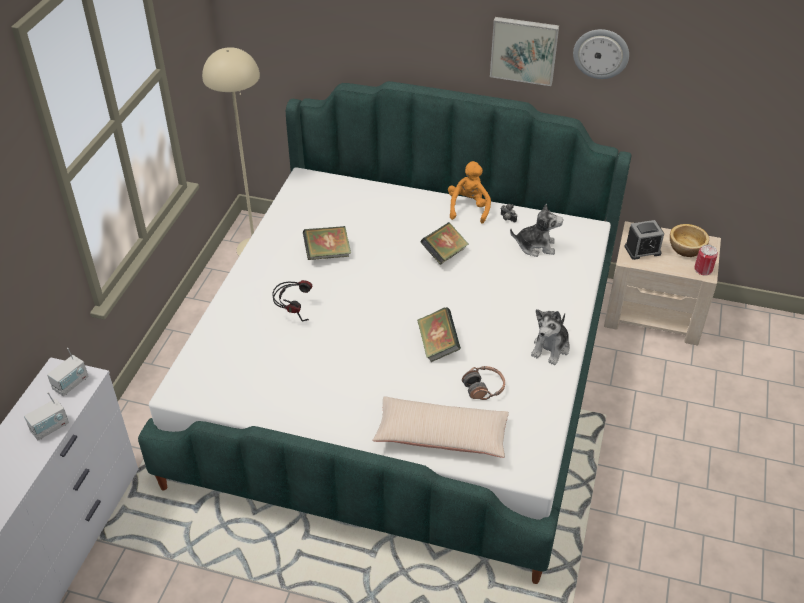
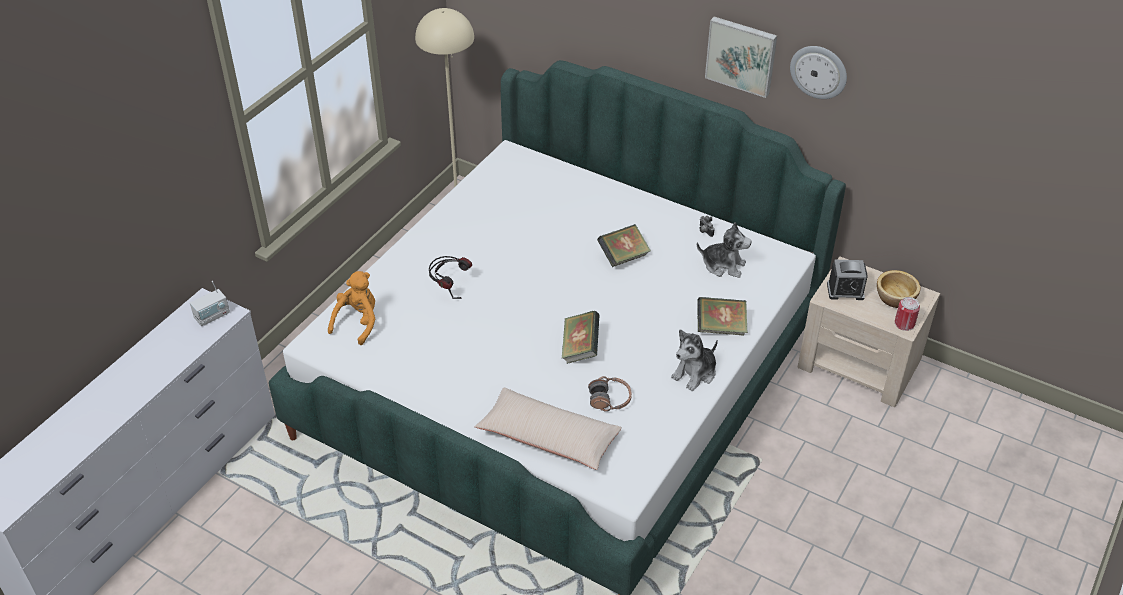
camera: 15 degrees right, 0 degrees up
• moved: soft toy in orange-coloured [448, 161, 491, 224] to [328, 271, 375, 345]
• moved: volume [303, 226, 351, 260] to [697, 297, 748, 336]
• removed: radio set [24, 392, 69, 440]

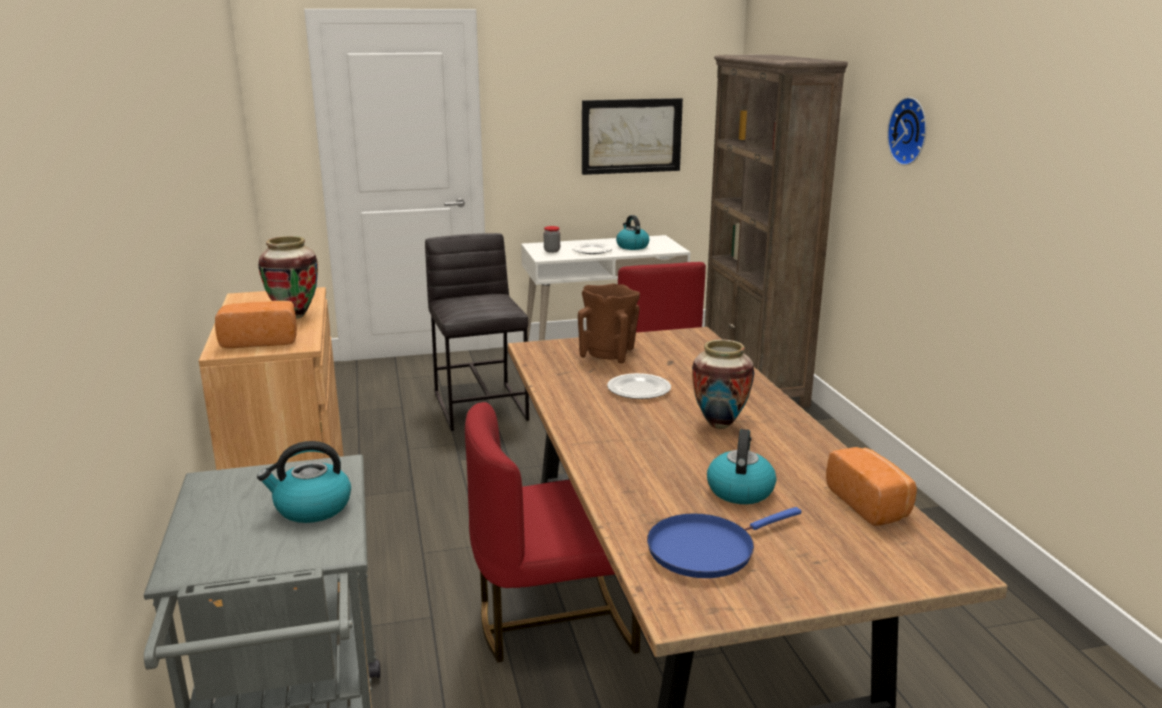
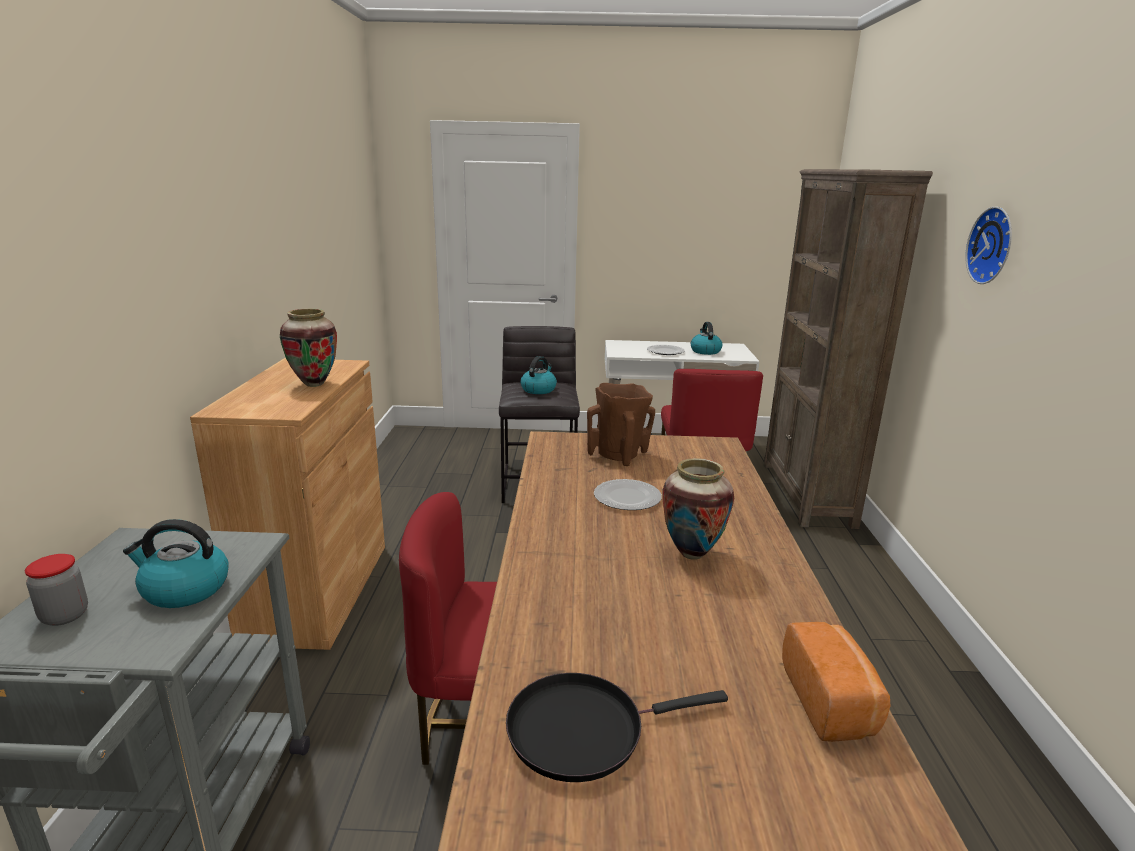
camera: 15 degrees right, 0 degrees up
• moved: storage jar [544, 226, 560, 253] to [25, 554, 88, 626]
• recoloured: skillet in blue-coloured [647, 507, 801, 578] to skillet in blackish [506, 673, 728, 782]
• moved: water kettle [707, 429, 776, 504] to [520, 356, 557, 394]
• removed: bread [215, 301, 297, 348]
• removed: wall picture [582, 98, 683, 175]

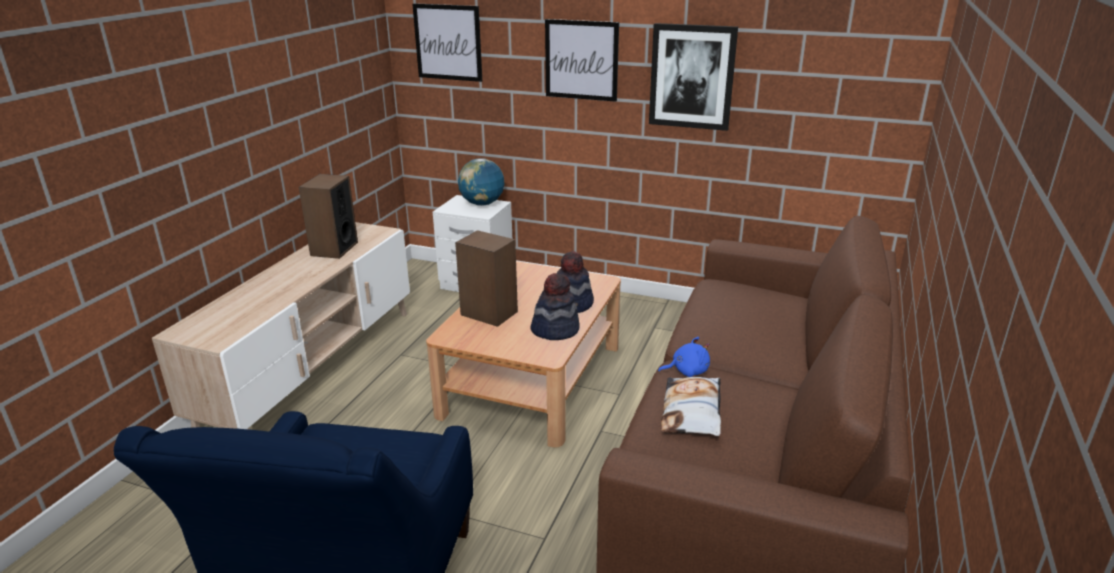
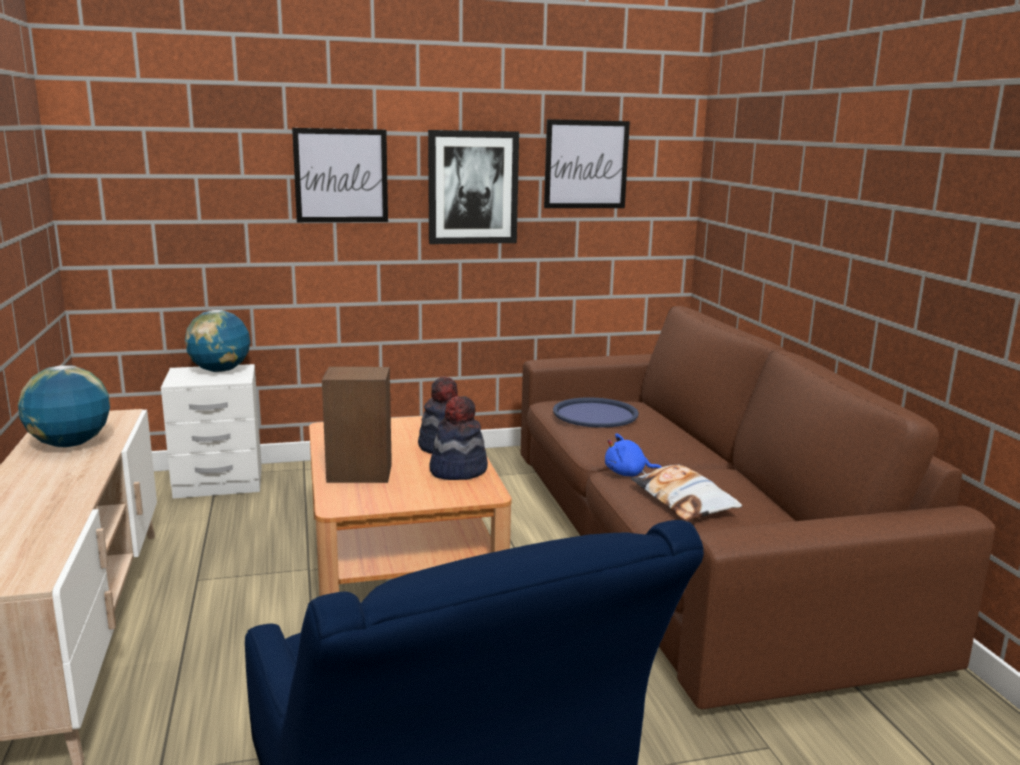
camera: 35 degrees left, 10 degrees down
• replaced: loudspeaker [299, 174, 358, 259] to desk globe [18, 365, 110, 447]
• moved: wall picture [413, 3, 482, 82] to [544, 119, 630, 208]
• added: carrying tray in blue-coloured [553, 397, 639, 428]
• turned: soft toy in blue-coloured [658, 337, 710, 377] = [605, 433, 661, 476] 135 degrees counterclockwise

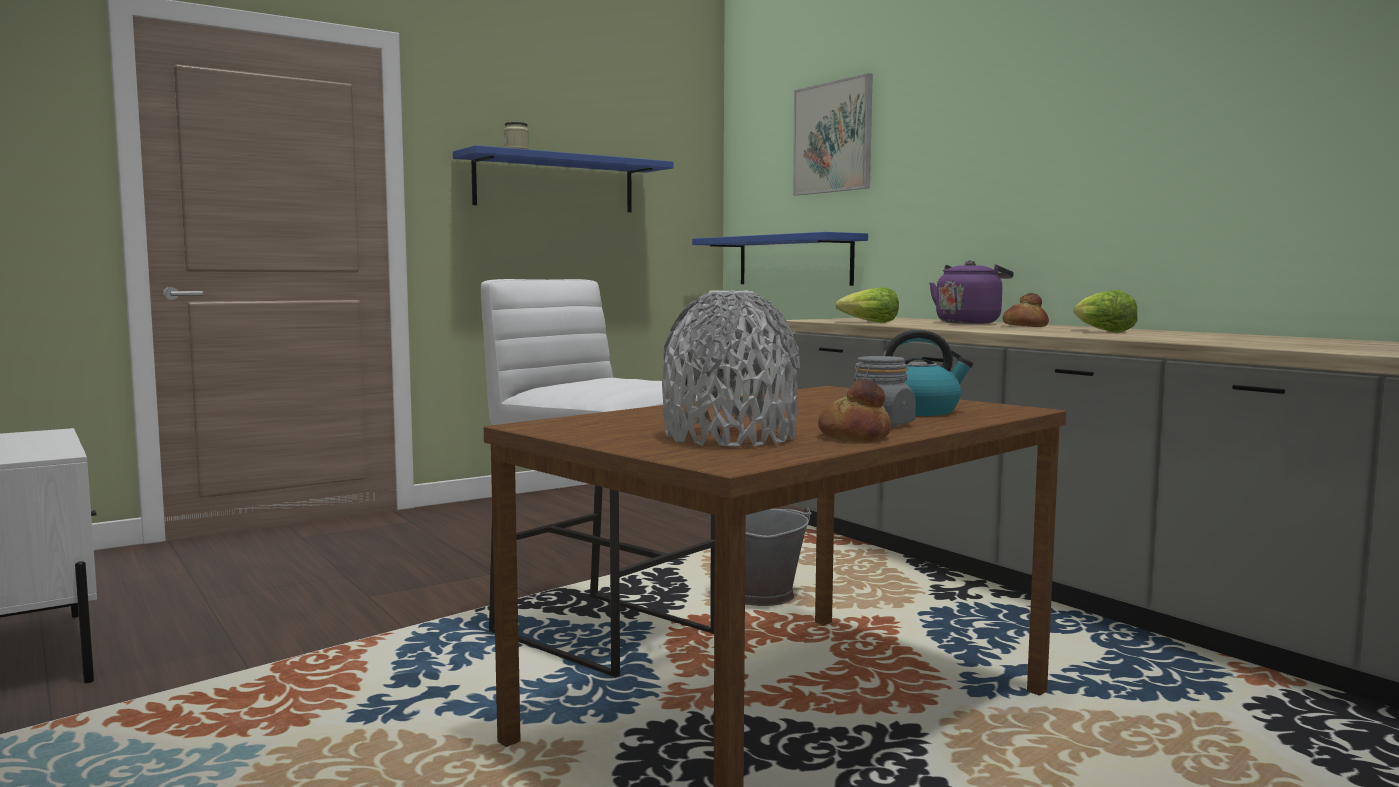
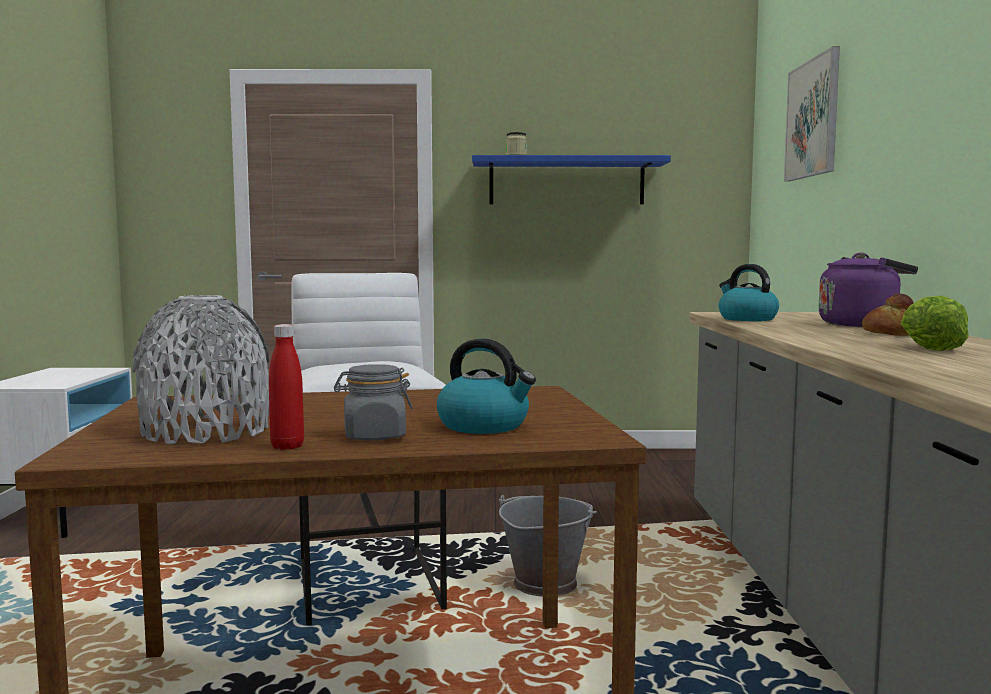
camera: 35 degrees right, 0 degrees up
• replaced: bread [818, 379, 891, 442] to drink bottle in red [269, 324, 304, 450]
• replaced: lettuce head [836, 287, 899, 323] to water kettle [719, 264, 779, 321]
• removed: bracket shelf in blue-coloured [692, 232, 868, 286]

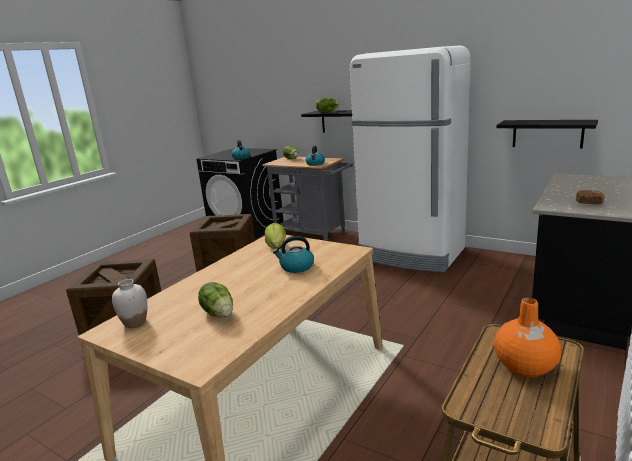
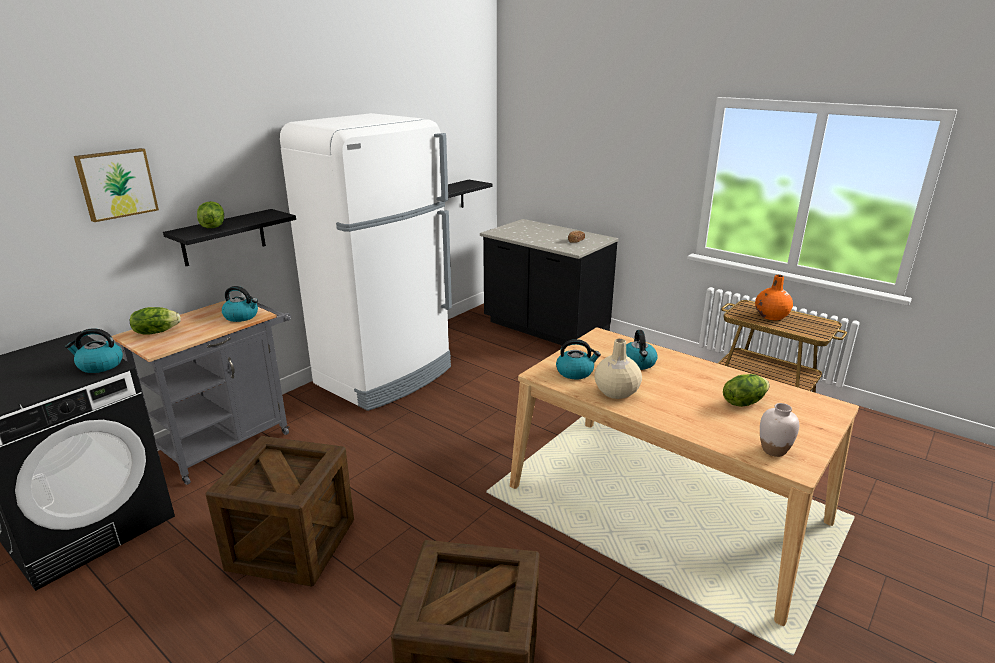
camera: 85 degrees left, 5 degrees up
• added: wall picture [74, 148, 159, 222]
• replaced: lettuce head [265, 223, 286, 249] to water kettle [556, 339, 601, 379]
• added: flower vase in beige-coloured [595, 339, 642, 399]

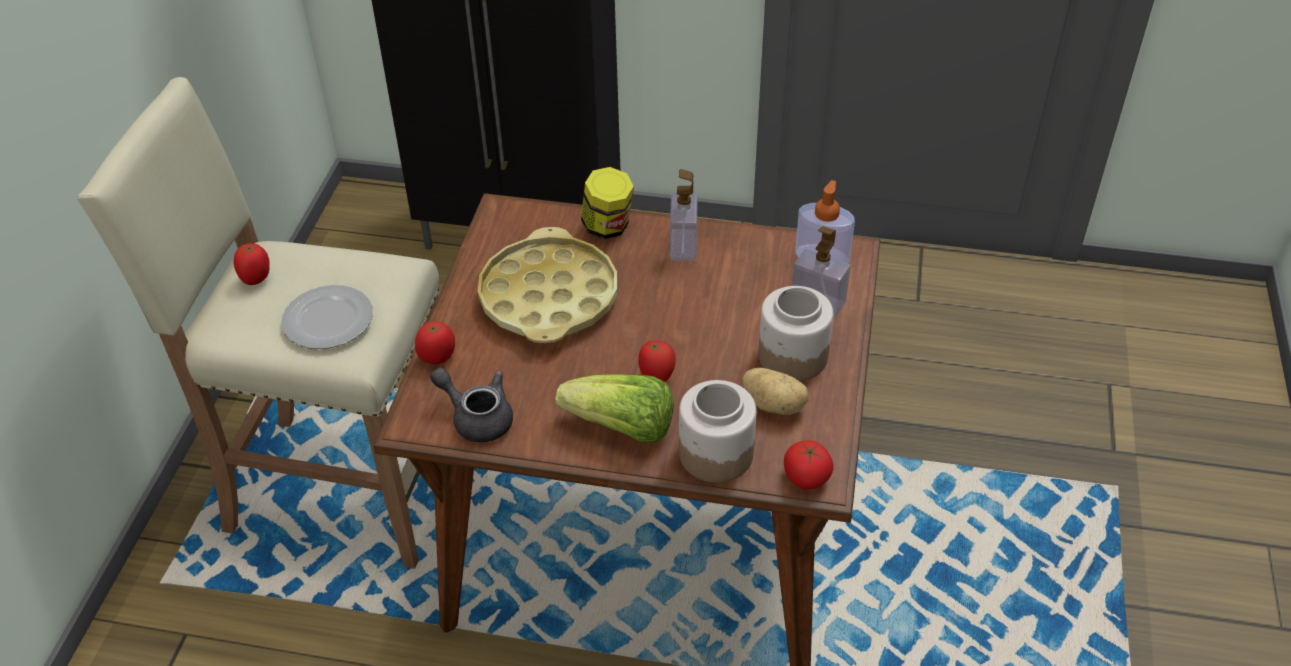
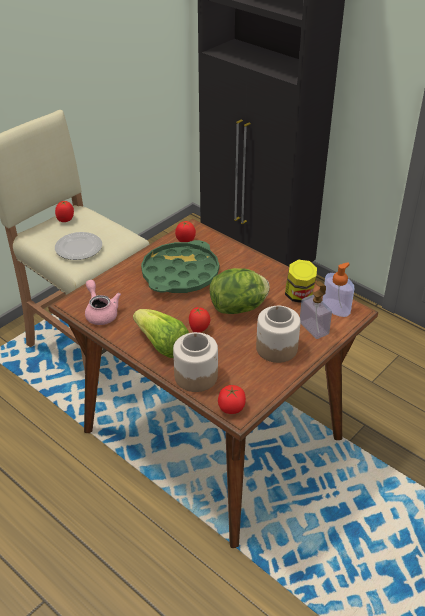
camera: 30 degrees right, 5 degrees down
• recoloured: tea pot in grey [430, 367, 513, 442] to tea pot in pink [85, 280, 121, 325]
• recoloured: carrying tray in yellowish [478, 227, 617, 343] to carrying tray in green [141, 240, 219, 293]
• moved: fresh tomato [415, 321, 455, 364] to [175, 221, 196, 242]
• added: lettuce head [209, 268, 270, 314]
• moved: storage jar [581, 167, 634, 239] to [285, 259, 317, 303]
• removed: liquid soap bottle [670, 169, 698, 261]
• removed: potato [742, 368, 808, 415]

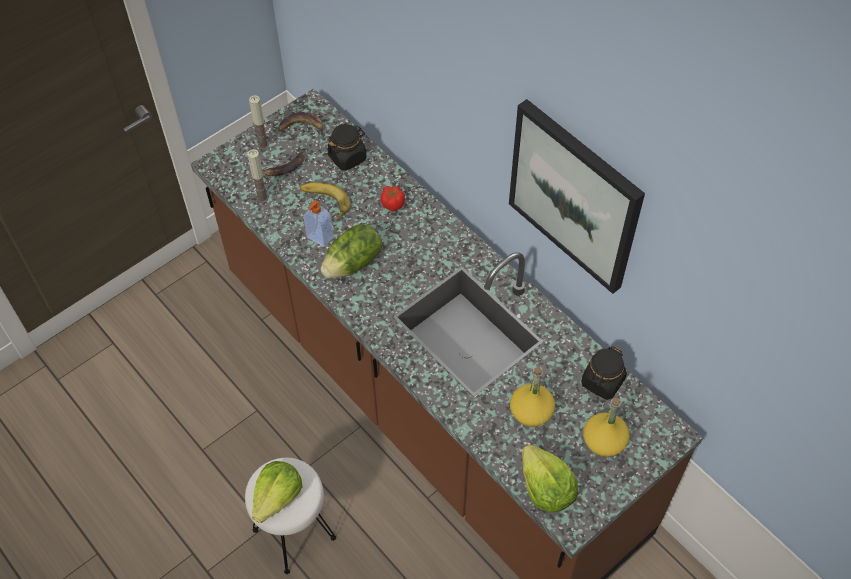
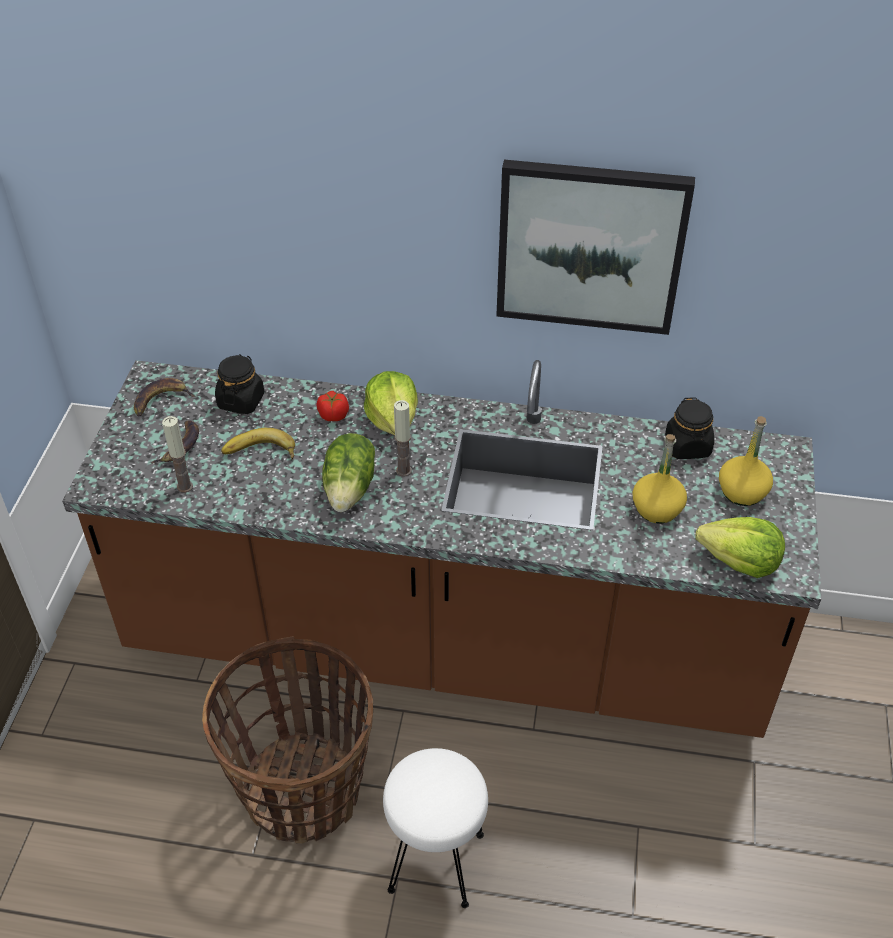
camera: 40 degrees left, 10 degrees down
• added: household basket [202, 636, 373, 844]
• moved: lettuce head [252, 461, 302, 523] to [364, 371, 418, 436]
• moved: wax candle [249, 95, 269, 150] to [394, 400, 412, 477]
• removed: liquid soap bottle [304, 200, 333, 247]

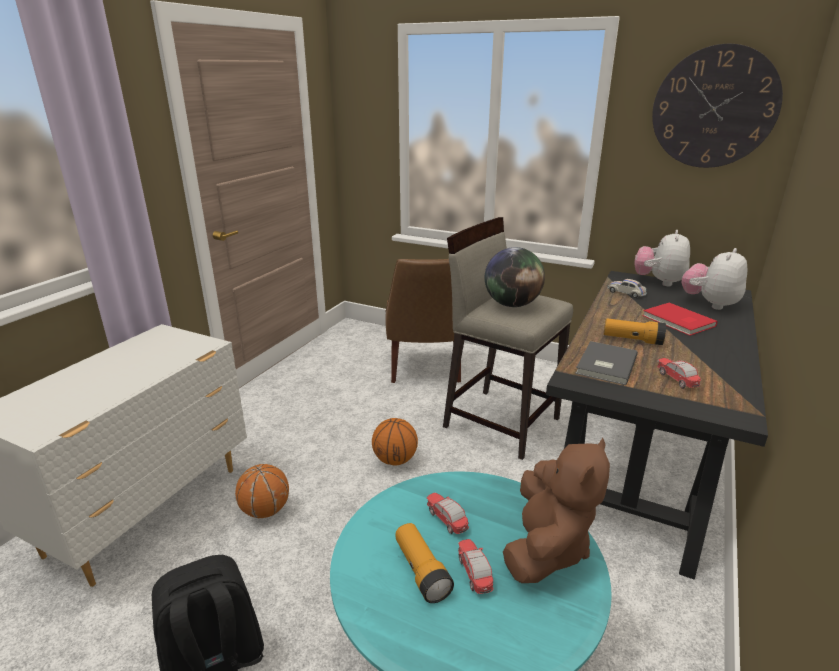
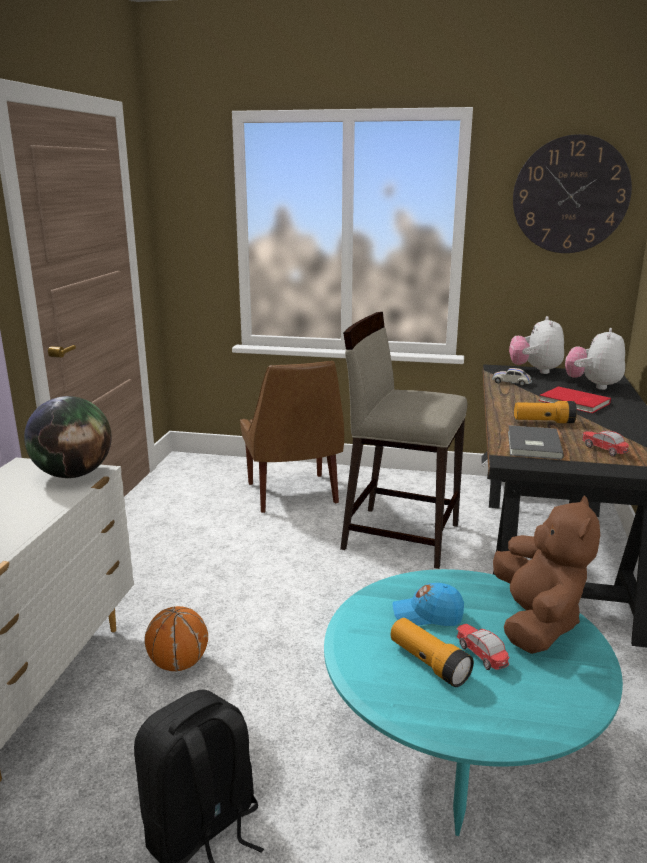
camera: 15 degrees left, 5 degrees down
• moved: desk globe [485, 247, 545, 307] to [24, 396, 112, 478]
• replaced: miniature car [426, 493, 469, 534] to cap in blue-coloured [393, 583, 464, 626]
• removed: basketball ball [372, 418, 418, 465]

